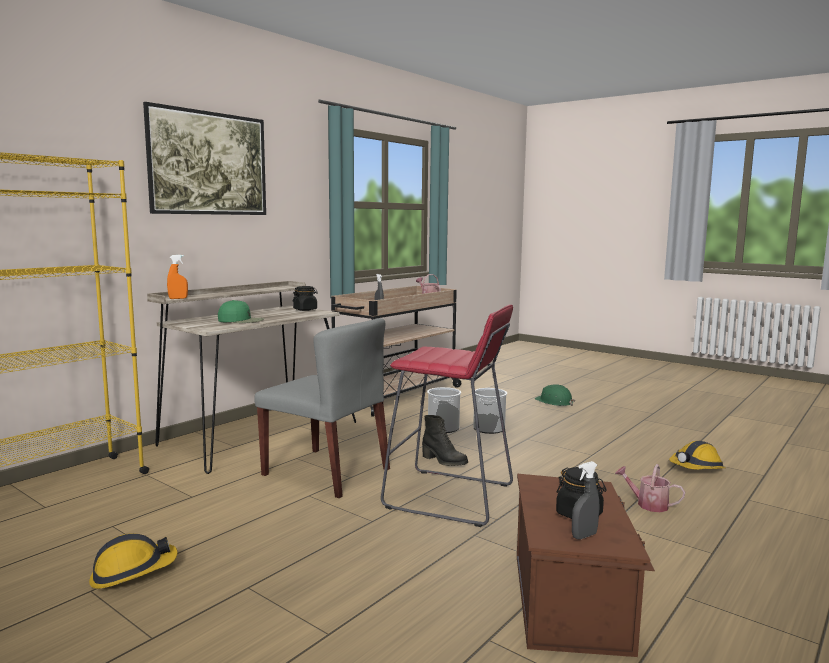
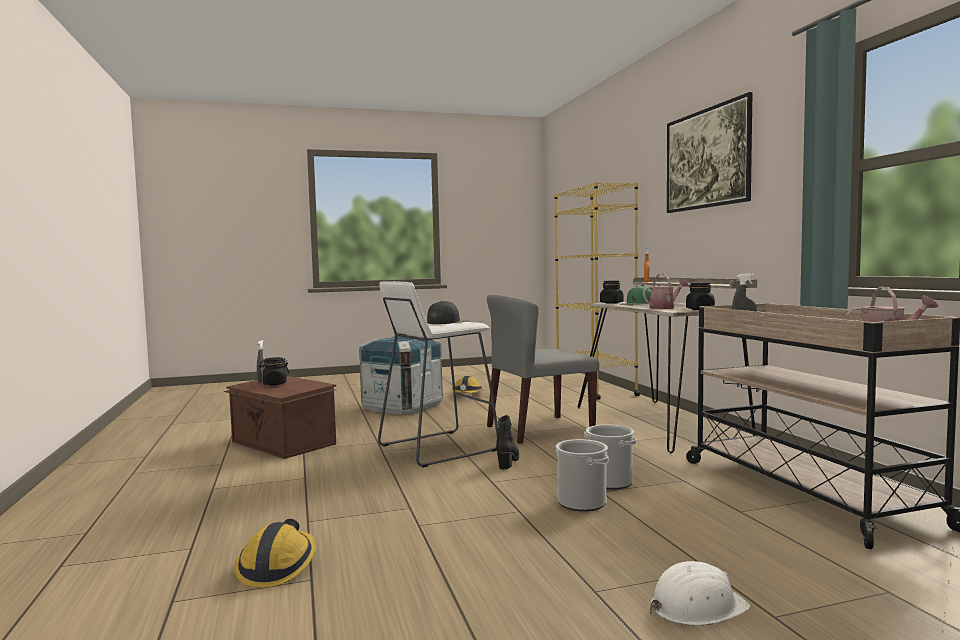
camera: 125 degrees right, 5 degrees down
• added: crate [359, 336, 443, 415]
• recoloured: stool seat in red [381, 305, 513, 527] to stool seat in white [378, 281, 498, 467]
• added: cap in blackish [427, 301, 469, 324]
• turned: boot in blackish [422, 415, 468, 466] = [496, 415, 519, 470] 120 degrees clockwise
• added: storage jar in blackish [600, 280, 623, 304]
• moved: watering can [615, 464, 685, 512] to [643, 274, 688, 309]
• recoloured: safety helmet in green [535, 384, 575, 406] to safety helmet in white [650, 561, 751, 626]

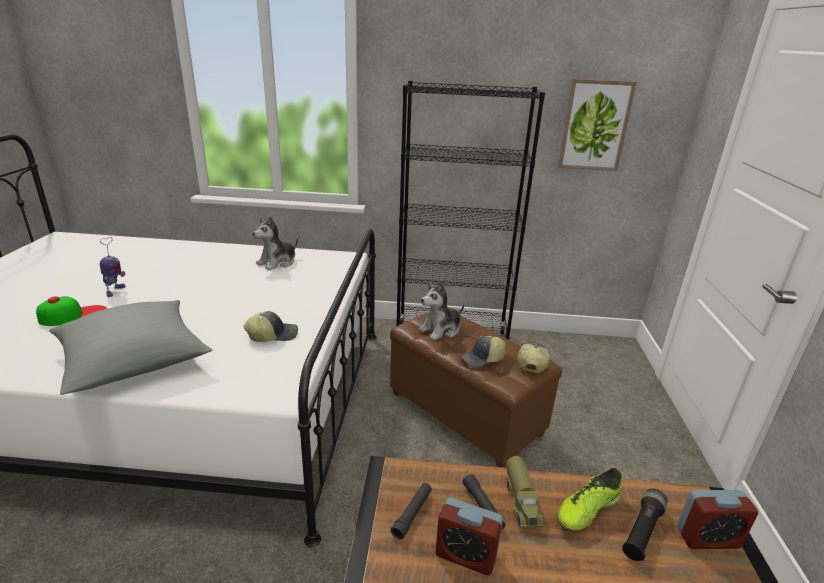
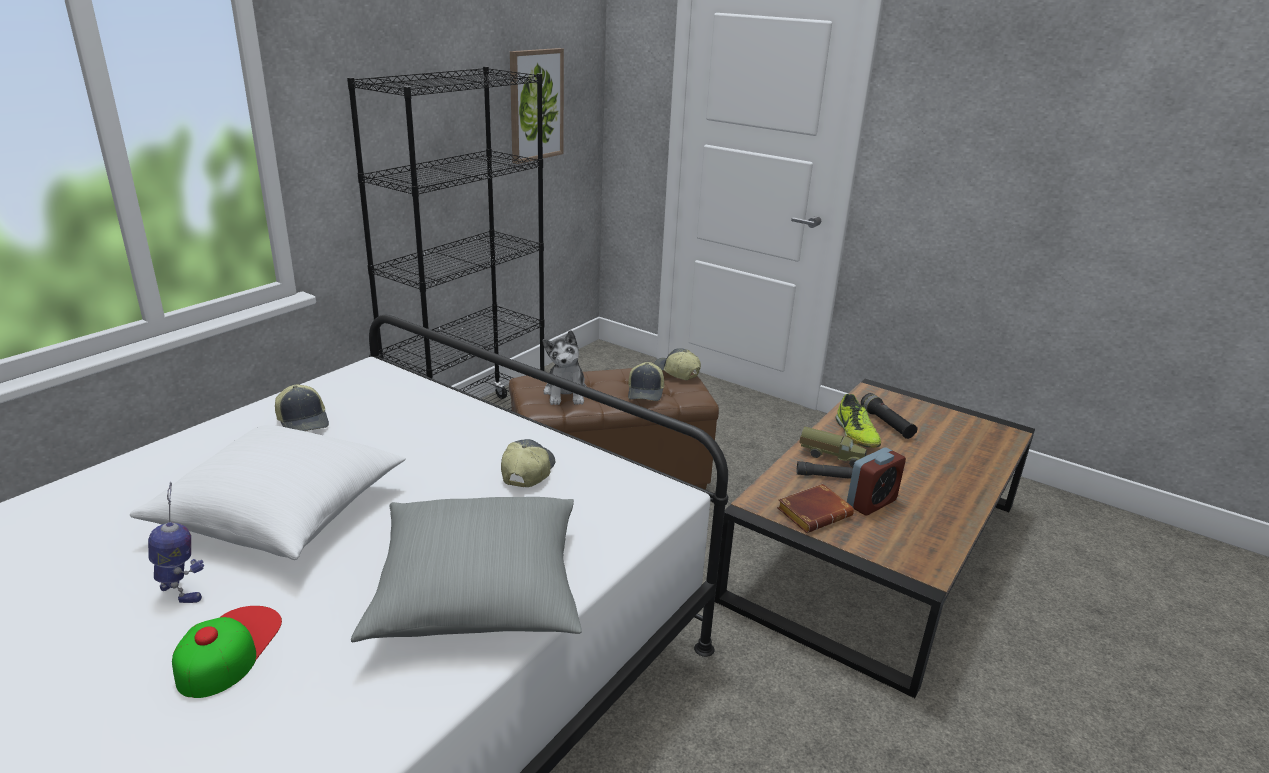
camera: 60 degrees left, 0 degrees up
• added: pillow in white [130, 425, 406, 560]
• replaced: soft toy [253, 216, 298, 271] to cap [275, 384, 329, 431]
• replaced: flashlight in blackish [391, 483, 432, 540] to volume in brownish [777, 484, 854, 533]
• removed: bedside clock [677, 490, 758, 549]

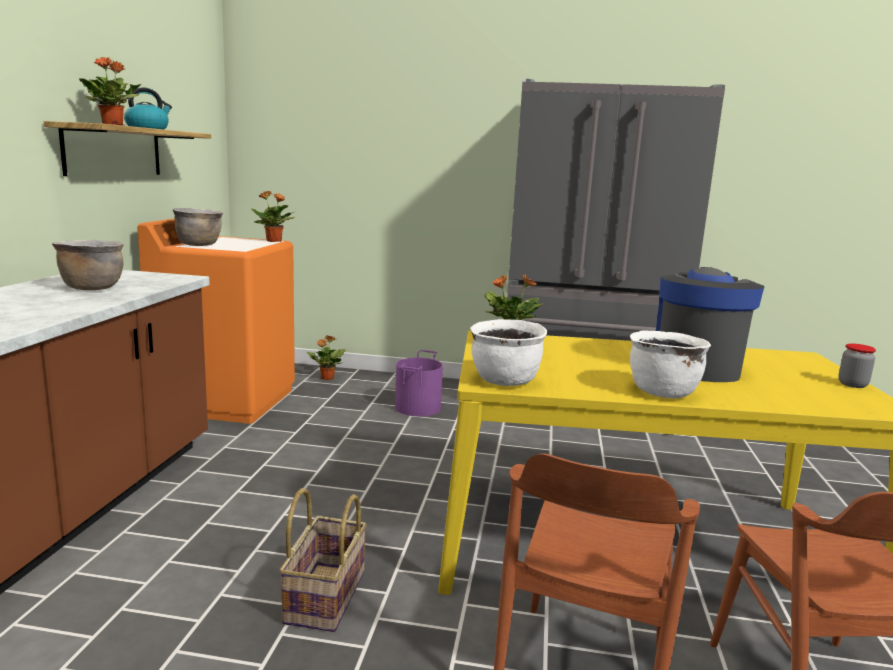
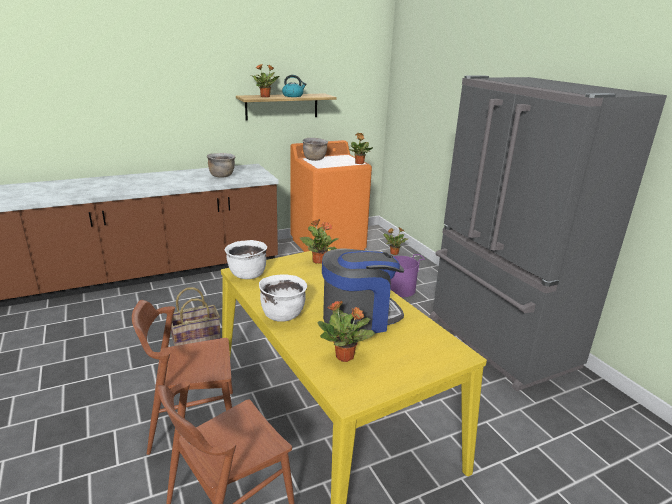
camera: 55 degrees right, 10 degrees up
• added: potted plant [317, 301, 375, 362]
• removed: storage jar [838, 343, 876, 388]

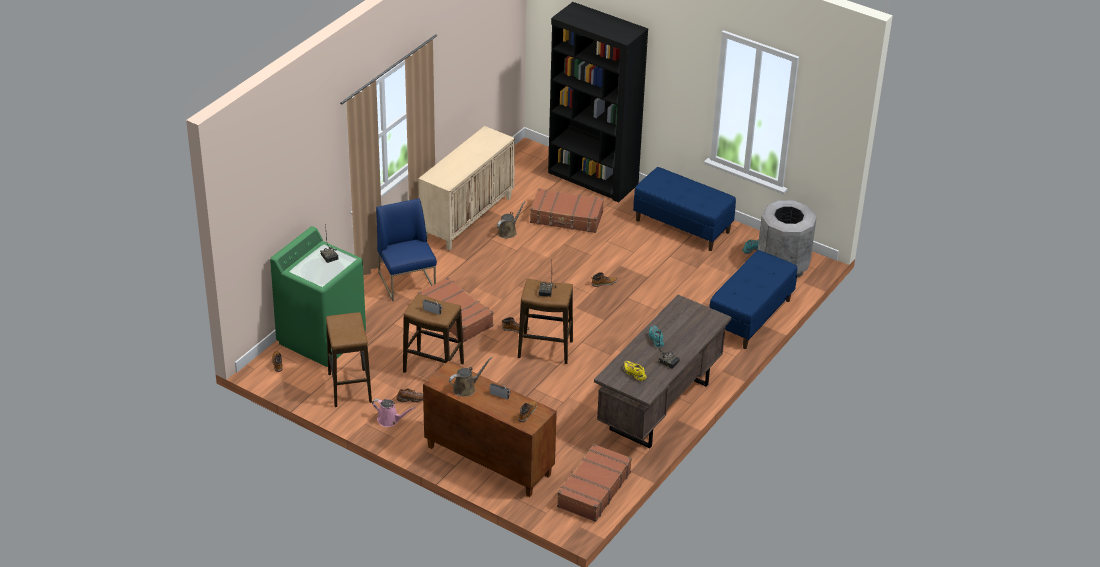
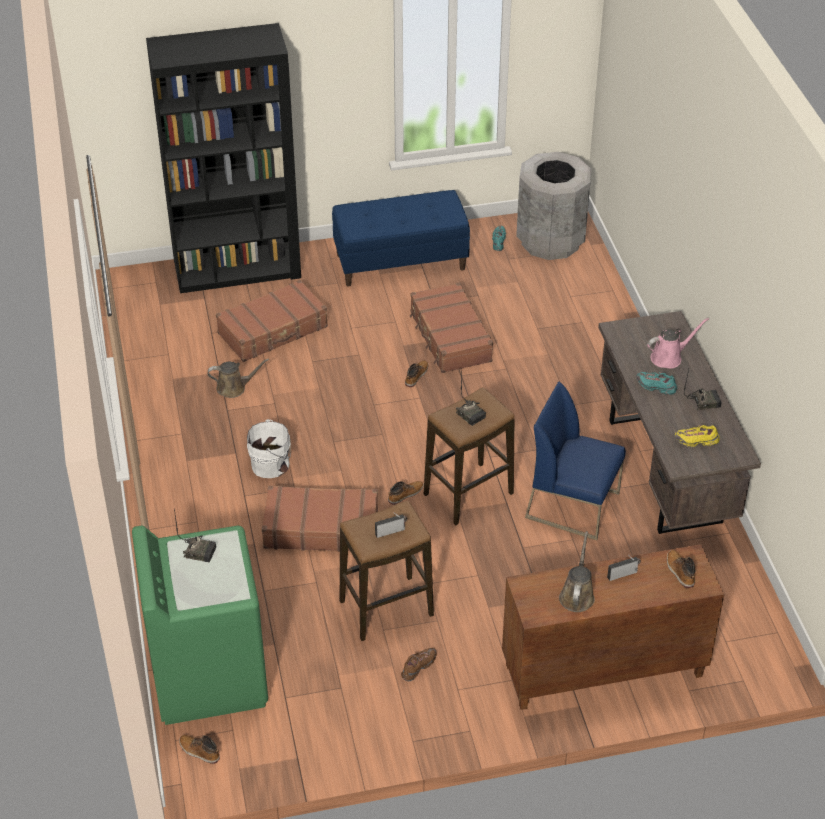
camera: 45 degrees left, 5 degrees up
• turned: watering can in brownish [497, 201, 525, 238] = [208, 358, 269, 398] 90 degrees clockwise
• added: pail in white [247, 419, 291, 478]
• moved: piece of luggage in brownish [557, 444, 632, 522] to [410, 283, 493, 373]
• moved: plain chair in blue-coloured [376, 198, 437, 301] to [525, 381, 626, 540]
• moved: watering can in pink [372, 399, 415, 427] to [647, 318, 709, 369]
• removed: stool seat [326, 312, 372, 407]
• removed: cupboard in beige-coloured [418, 126, 515, 251]
• removed: indoor bench in blue-coloured [709, 250, 797, 349]

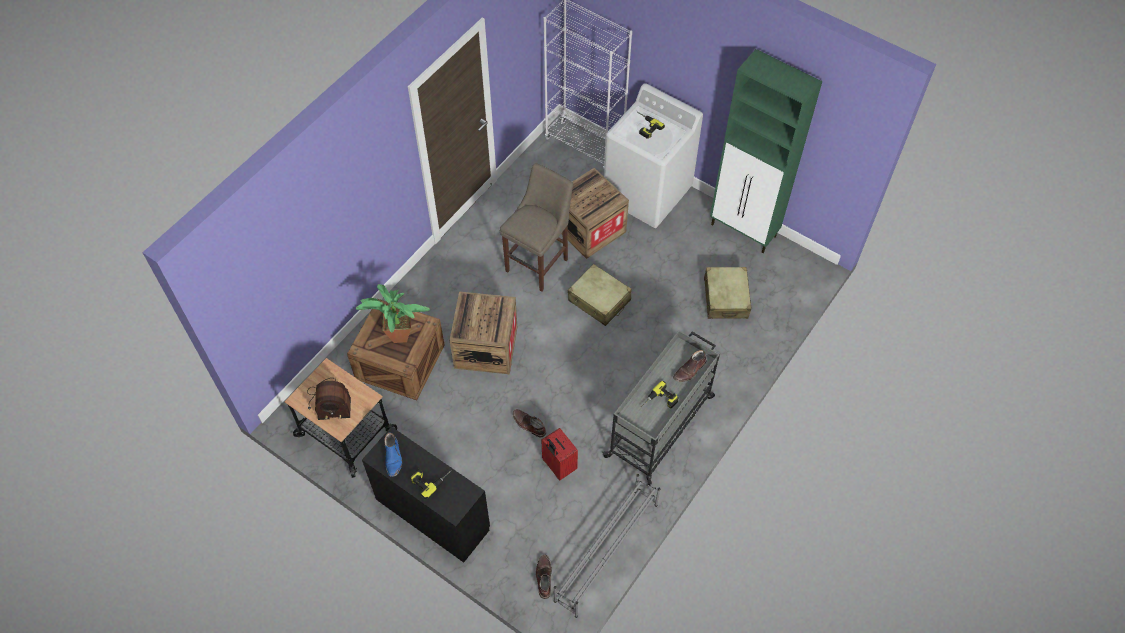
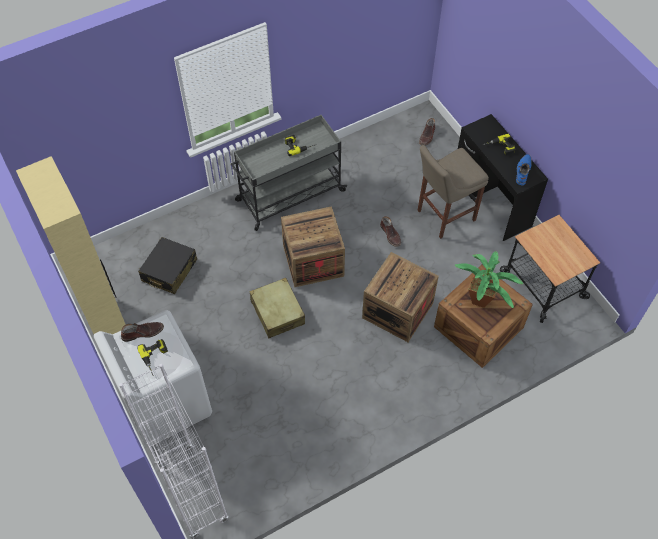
camera: 155 degrees left, 0 degrees up
• recoloured: cupboard in green [710, 49, 822, 253] to cupboard in beige-coloured [16, 156, 126, 334]
• moved: boot in brownish [673, 350, 707, 382] to [121, 322, 164, 342]
• recoloured: piece of luggage in beige-coloured [704, 267, 751, 319] to piece of luggage in blackish [138, 237, 197, 294]
• moved: crate [561, 168, 629, 259] to [281, 206, 345, 287]
• moved: stool seat in beige-coloured [500, 163, 573, 292] to [417, 145, 489, 239]
• removed: radio set [307, 378, 351, 420]
• removed: piece of luggage in red [541, 428, 578, 480]
• removed: shoe rack in grey [554, 474, 660, 618]

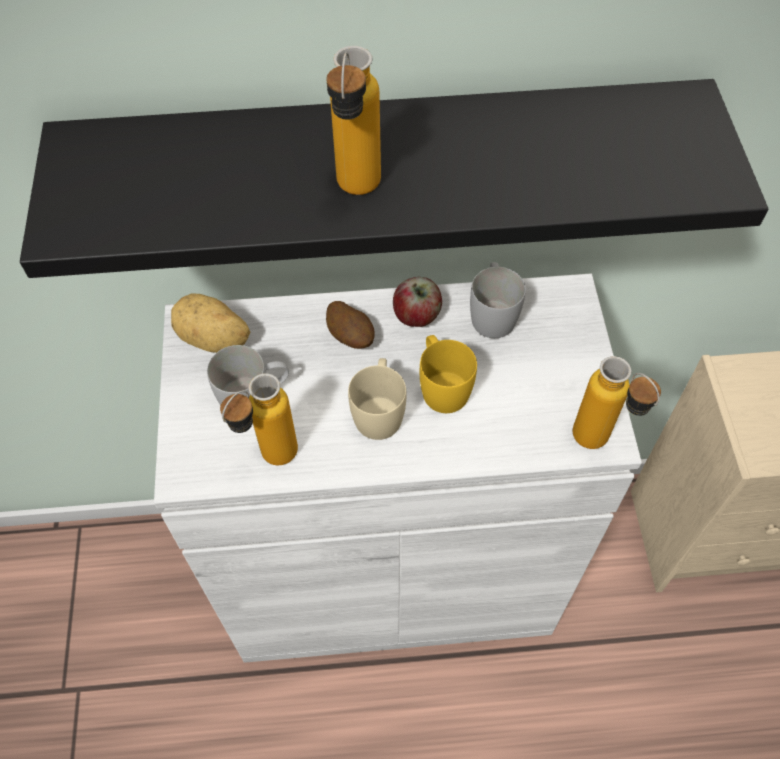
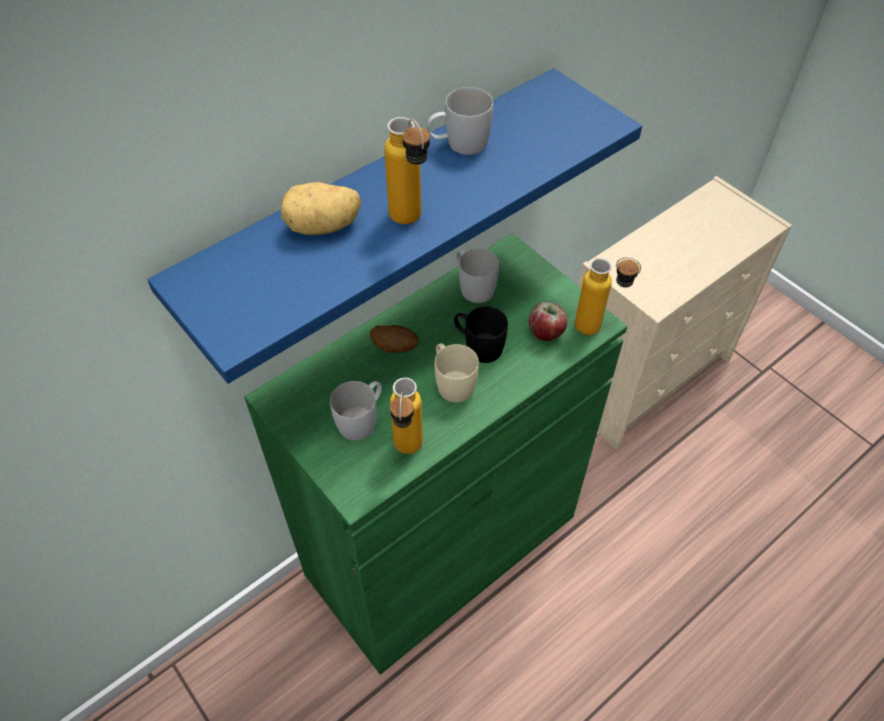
camera: 35 degrees left, 5 degrees down
• recoloured: bracket shelf in blackish [20, 79, 768, 278] to bracket shelf in blue-coloured [147, 68, 642, 384]
• recoloured: cupboard in white [154, 273, 642, 663] to cupboard in green [244, 233, 627, 675]
• moved: potato [171, 293, 250, 353] to [281, 182, 361, 235]
• added: mug in white [427, 87, 493, 155]
• recoloured: mug in yellowish [420, 335, 477, 413] to mug in blackish [454, 306, 508, 363]
• moved: whole apple [393, 277, 442, 327] to [529, 301, 568, 341]

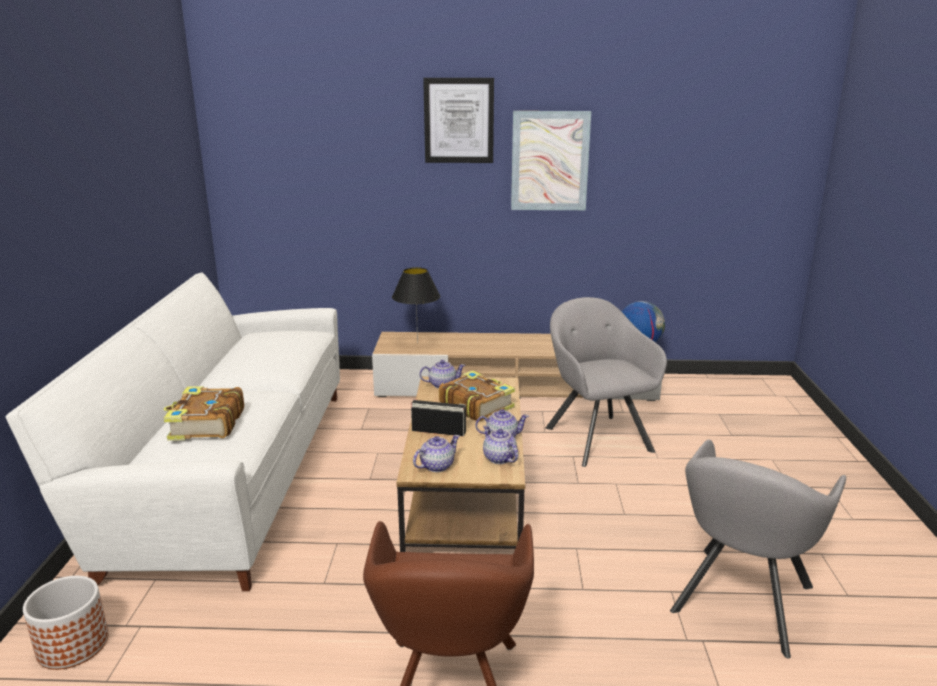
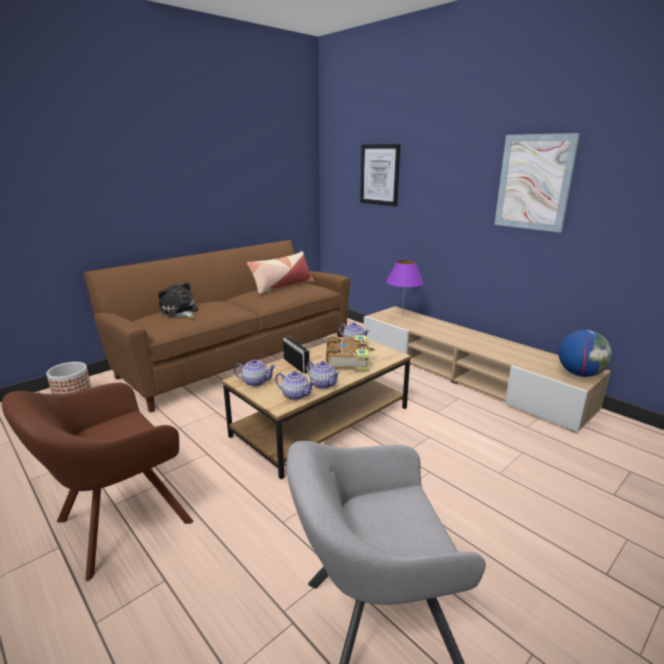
camera: 45 degrees right, 0 degrees up
• recoloured: settee in white [6, 272, 340, 591] to settee in brownish [84, 240, 351, 413]
• replaced: volume [163, 386, 244, 441] to soft toy [158, 282, 198, 318]
• added: pillow [247, 251, 314, 294]
• turned: tea pot [483, 425, 518, 464] = [275, 371, 315, 400] 105 degrees clockwise
• moved: wall picture [423, 78, 494, 163] to [360, 144, 400, 206]
• recoloured: lamp for a table in blackish [392, 267, 440, 344] to lamp for a table in purplish [386, 260, 424, 319]
• removed: armchair in grey [546, 297, 667, 467]

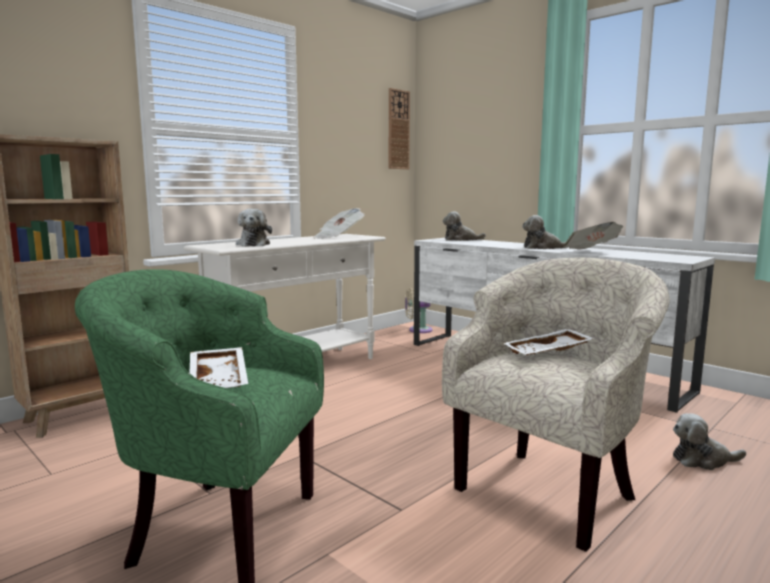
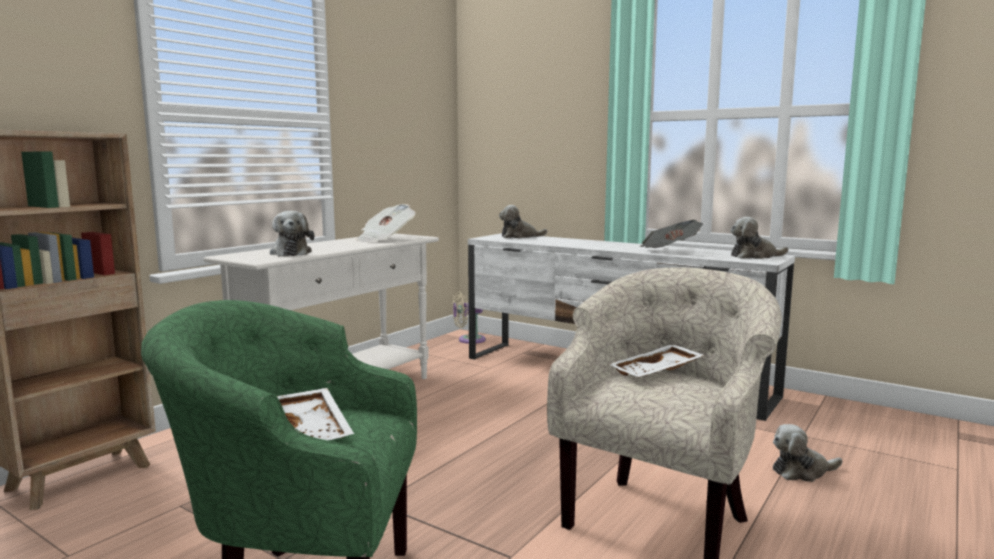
camera: 10 degrees left, 0 degrees up
• moved: soft toy [522, 215, 568, 249] to [731, 217, 788, 259]
• removed: clock on the wall [389, 88, 410, 169]

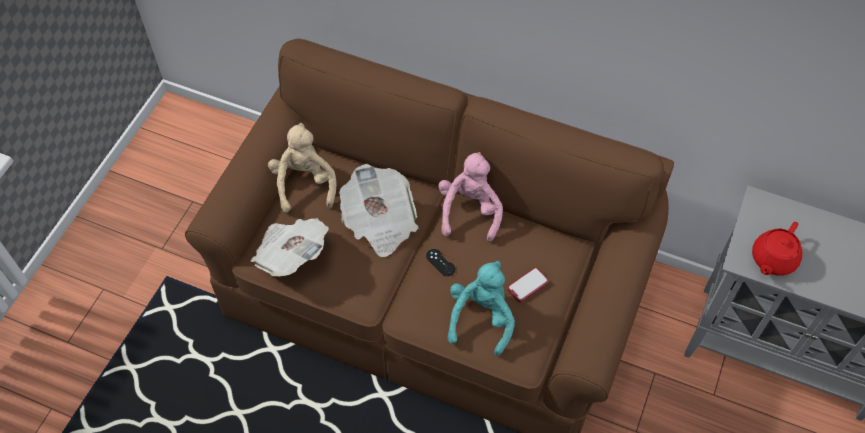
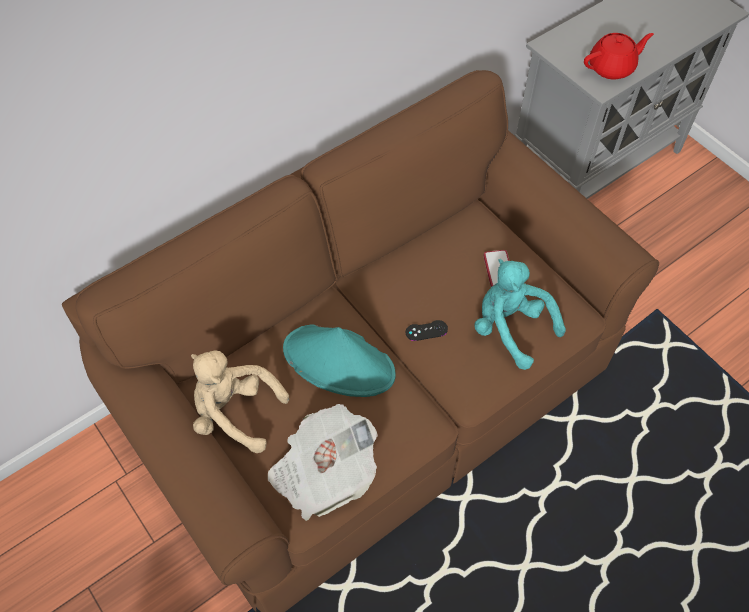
camera: 60 degrees left, 0 degrees up
• replaced: newspaper [339, 164, 418, 257] to clothing hat in turquoise-coloured [283, 324, 396, 397]
• turned: tea pot in red [752, 222, 802, 275] = [584, 33, 654, 79] 90 degrees counterclockwise
• removed: soft toy in pink [438, 152, 503, 242]

